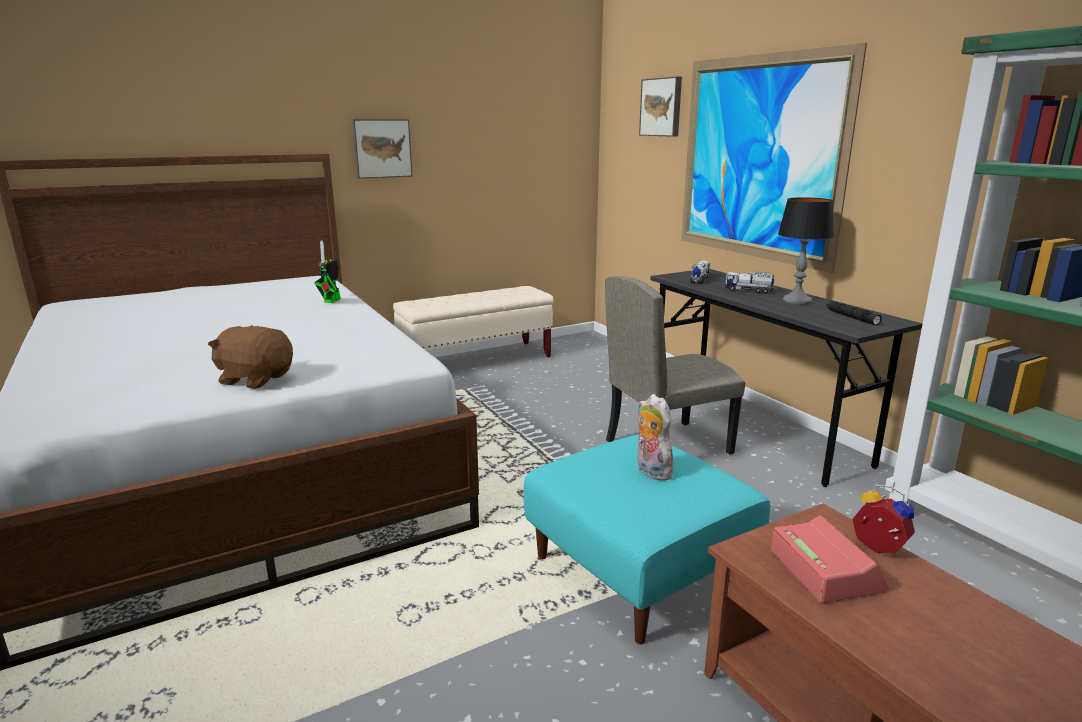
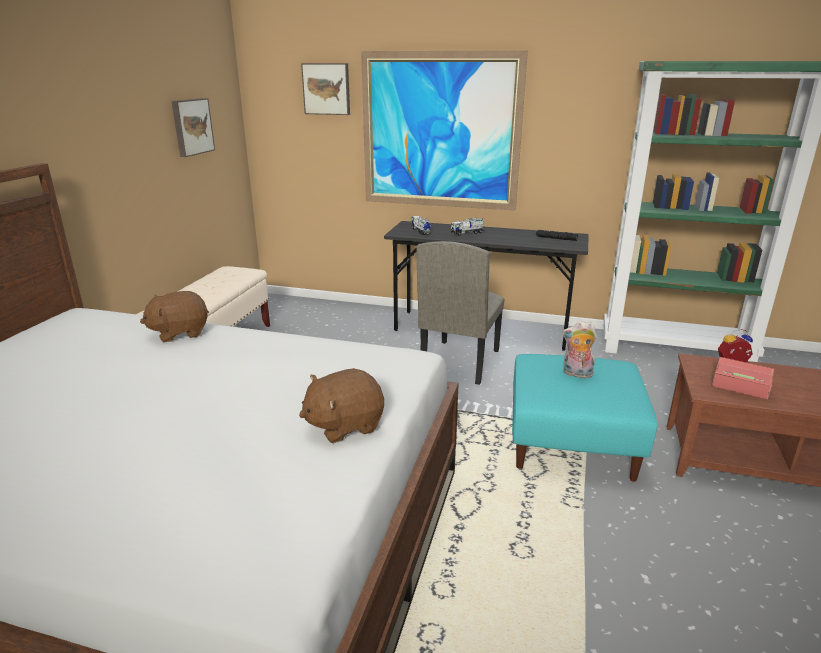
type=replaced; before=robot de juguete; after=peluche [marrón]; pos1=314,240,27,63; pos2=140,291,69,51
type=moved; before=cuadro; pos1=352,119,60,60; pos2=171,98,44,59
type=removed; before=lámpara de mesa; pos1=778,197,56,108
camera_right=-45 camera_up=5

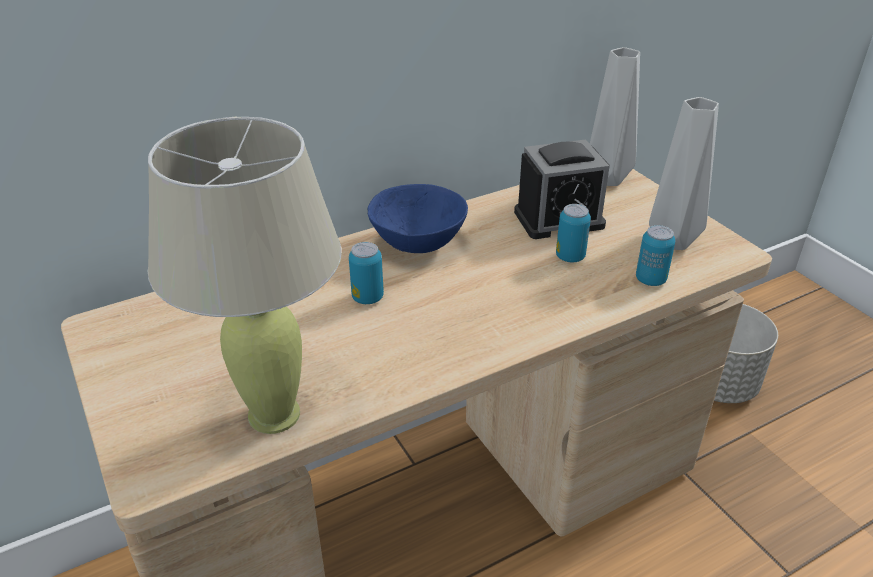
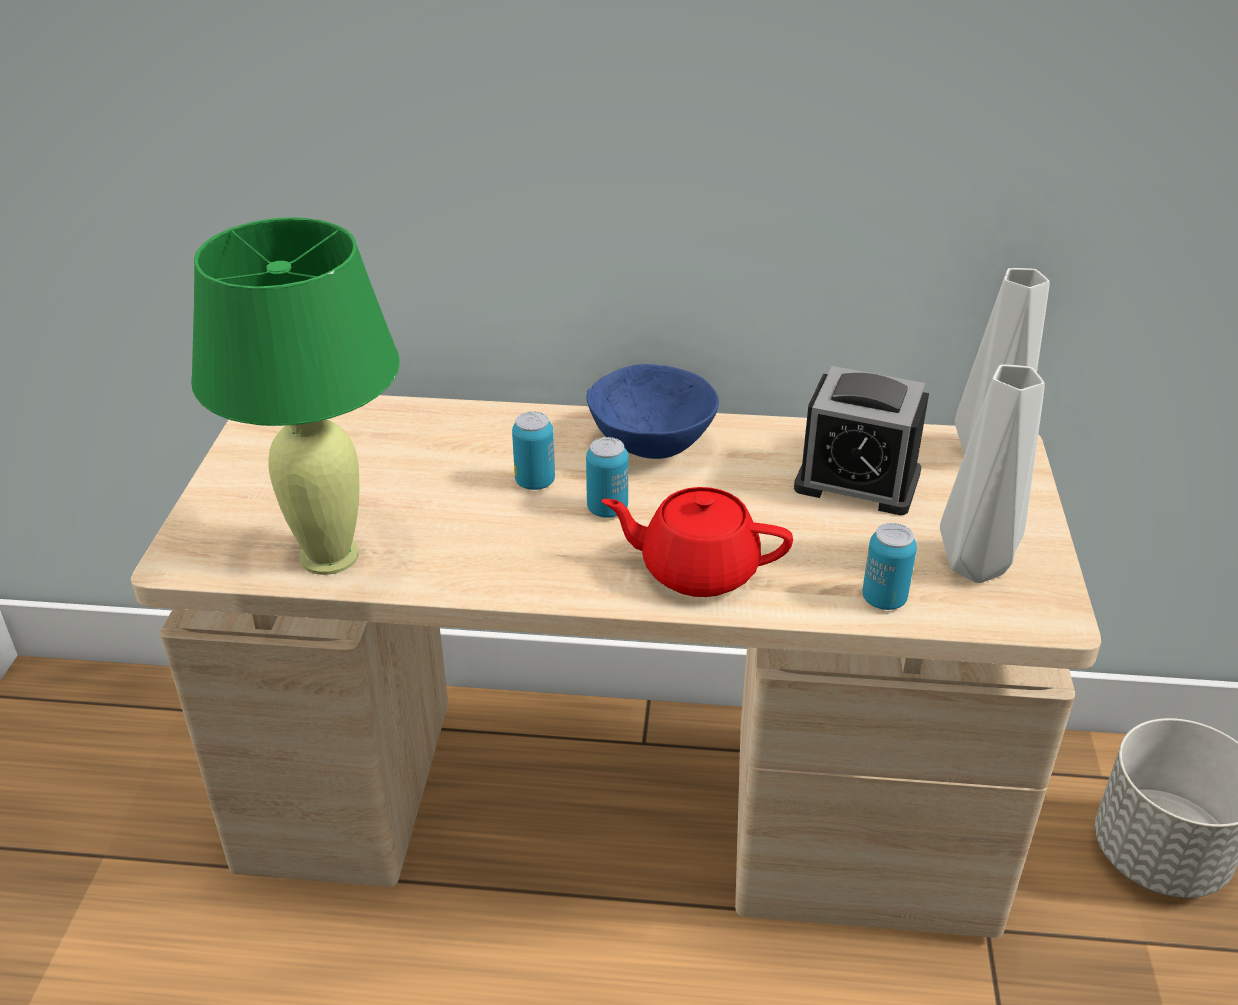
type=recoloured; before=lámpara de mesa [beis]; after=lámpara de mesa [verde]; pos1=148,117,194,317; pos2=191,217,209,358
type=moved; before=lata; pos1=556,204,35,58; pos2=586,437,42,81
type=added; after=tetera [rojo]; pos2=601,487,192,110
camera_right=35 camera_up=0

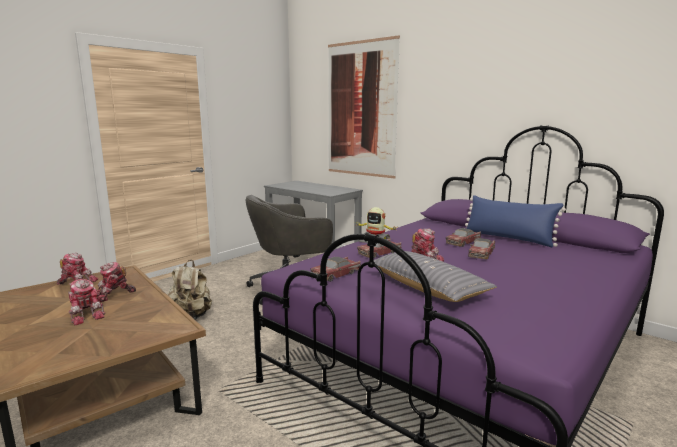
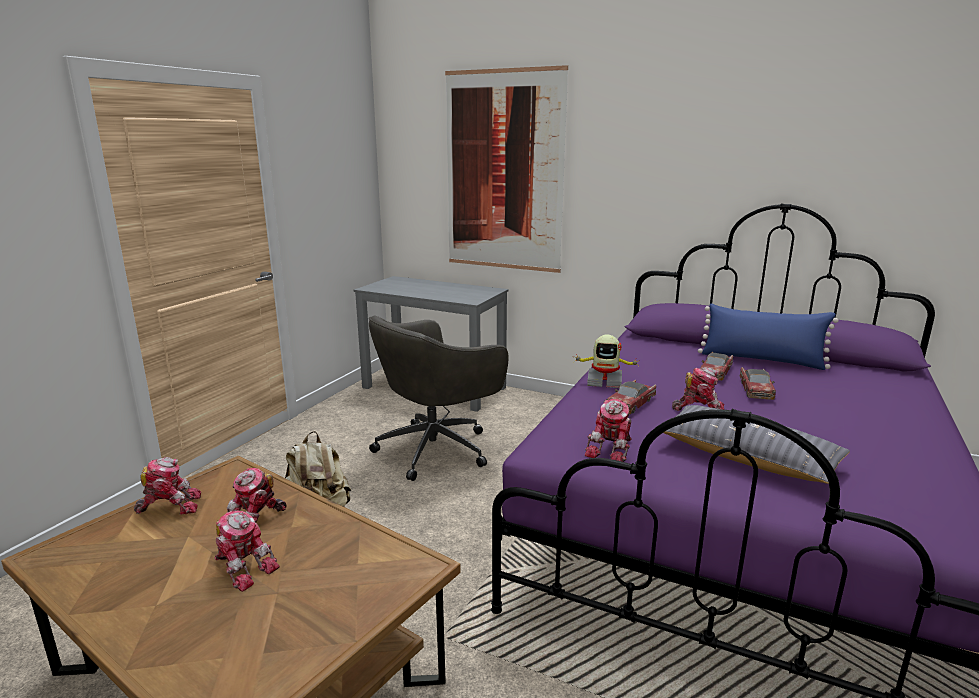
type=replaced; before=coche de juguete; after=robot de juguete; pos1=310,257,51,25; pos2=585,399,47,63
camera_right=-15 camera_up=5

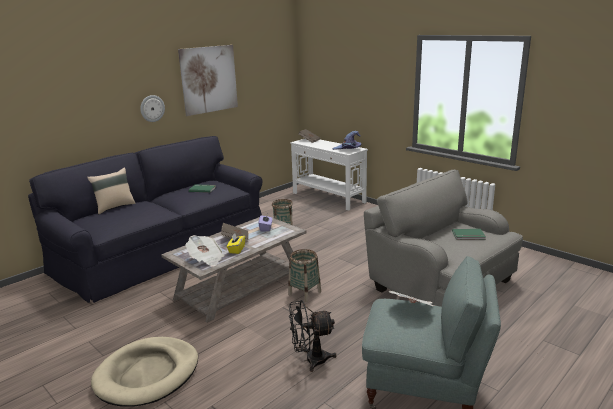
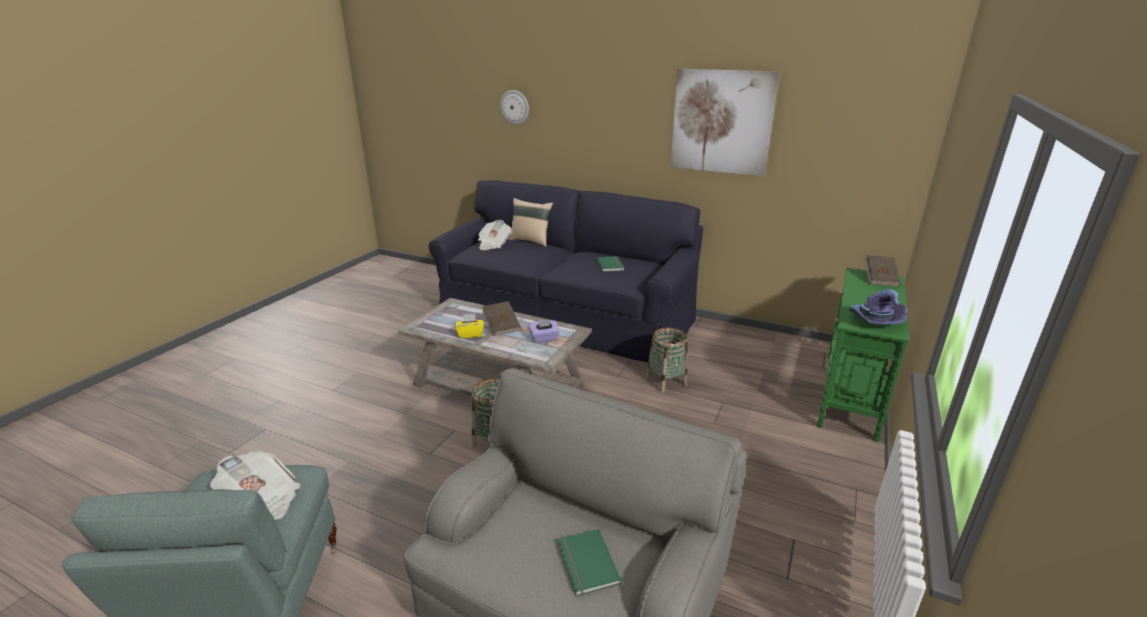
type=moved; before=periódico; pos1=185,235,40,31; pos2=478,220,34,30
type=moved; before=reloj de pared; pos1=140,95,25,27; pos2=500,90,29,35
type=recoloured; before=mesa consola [blanco]; after=mesa consola [verde]; pos1=290,139,78,72; pos2=817,268,92,174
type=removed; before=cama para perro [beis]; pos1=91,337,107,70
type=removed; before=ventilador [negro]; pos1=289,300,47,72
camera_right=70 camera_up=5

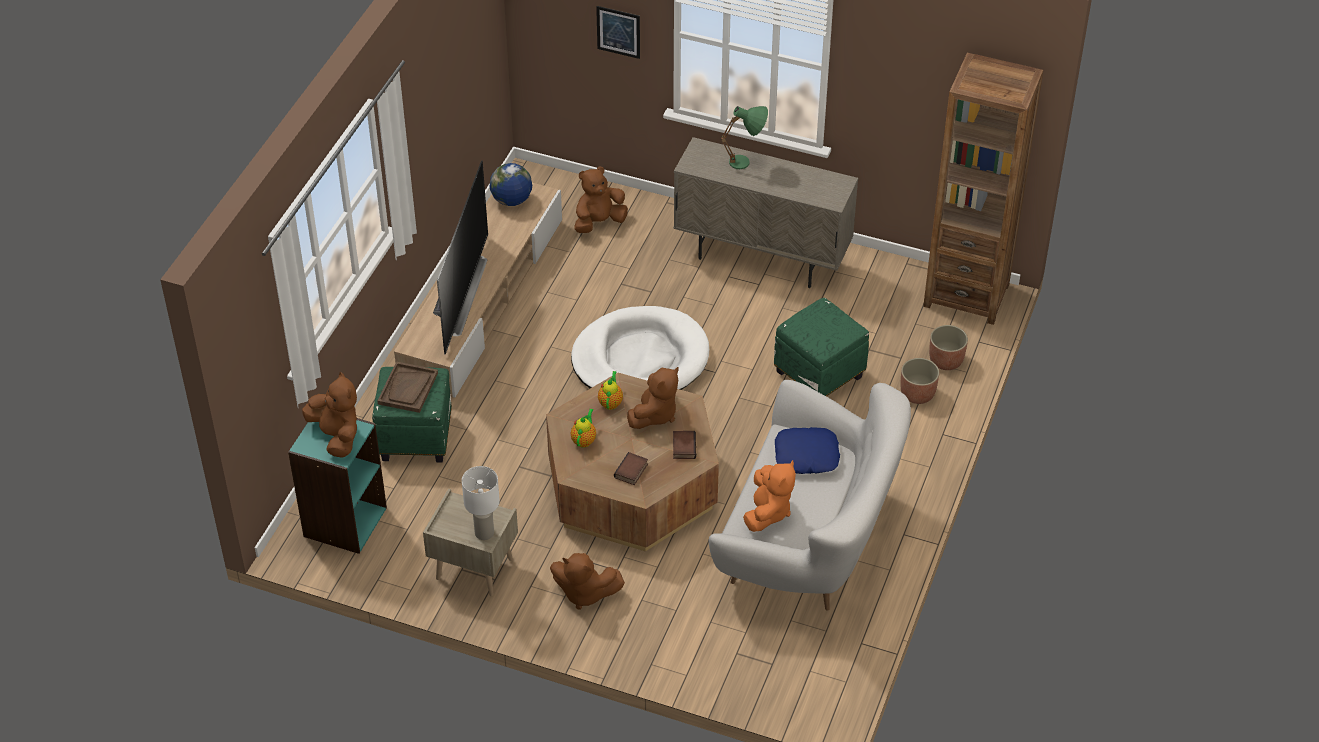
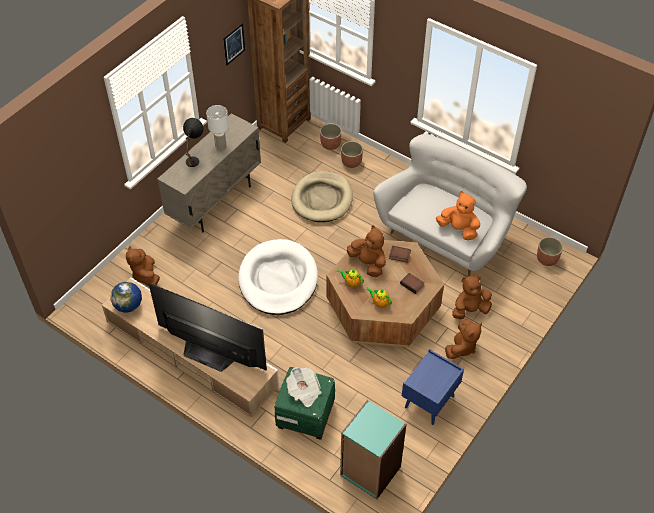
type=recoloured; before=lámpara de mesa [verde]; after=lámpara de mesa [negro]; pos1=721,106,47,63; pos2=183,118,21,49
type=moved; before=lámpara de mesa [blanco]; pos1=462,466,38,74; pos2=206,105,23,46
type=moved; before=cuadro; pos1=596,6,44,53; pos2=223,23,22,43
type=replaced; before=bandeja [marrón]; after=periódico; pos1=377,361,61,52; pos2=286,367,36,40
type=replaced; before=puf [verde]; after=cama para perro [beis]; pos1=774,298,95,98; pos2=291,171,62,51
type=recoloured; before=mesita de noche [beis]; after=mesita de noche [azul]; pos1=423,488,95,108; pos2=402,349,62,76
type=moved; before=peluche [marrón]; pos1=302,372,55,86; pos2=452,276,40,43
type=added; after=maceta; pos2=537,237,26,29
type=removed; before=cojín [azul]; pos1=775,427,65,47
camera_right=-75 camera_up=5

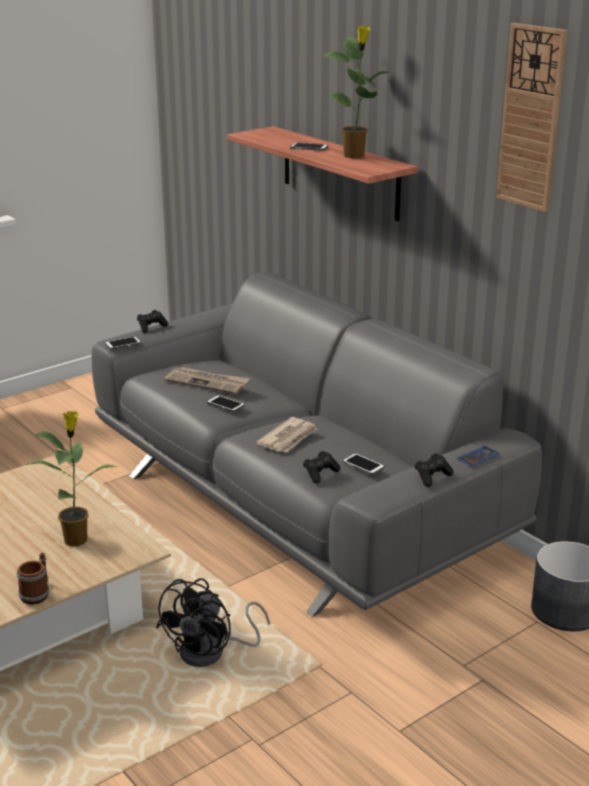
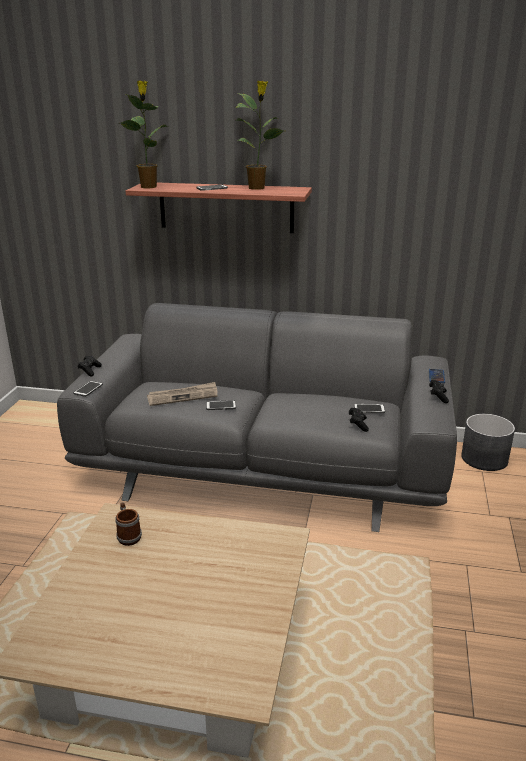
type=moved; before=taza grande; pos1=17,553,32,52; pos2=115,502,27,44
type=moved; before=planta en maceta; pos1=25,411,94,135; pos2=118,81,50,107
type=removed; before=ventilador [negro]; pos1=156,578,114,89
type=removed; before=periódico; pos1=256,417,61,35
type=removed; before=reloj de pared; pos1=496,23,72,189
camera_right=-40 camera_up=0

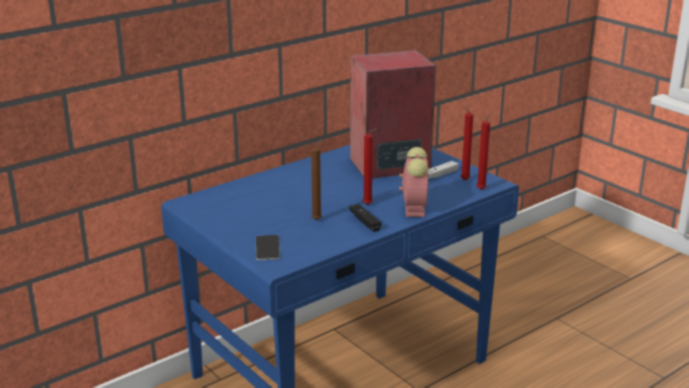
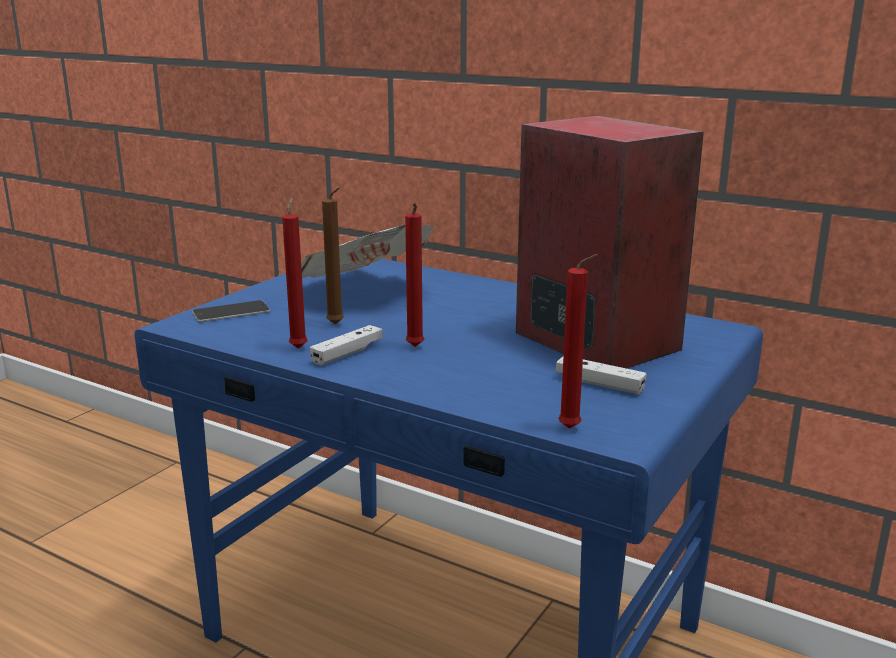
type=moved; before=vela [rojo]; pos1=461,105,13,75; pos2=282,197,25,152
type=added; after=periódico; pos2=301,225,133,53
type=recoloured; before=mando de consola [negro]; after=mando de consola [blanco]; pos1=349,204,32,28; pos2=310,325,73,40
type=removed; before=despertador; pos1=399,147,30,70
camera_right=70 camera_up=-5

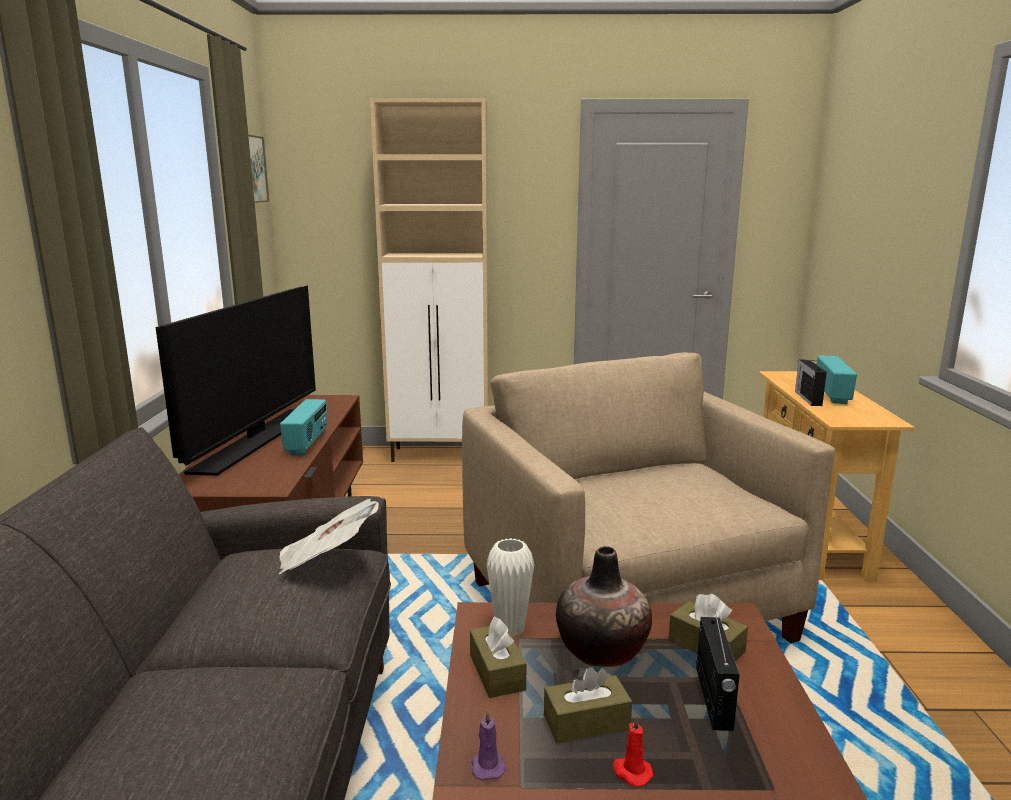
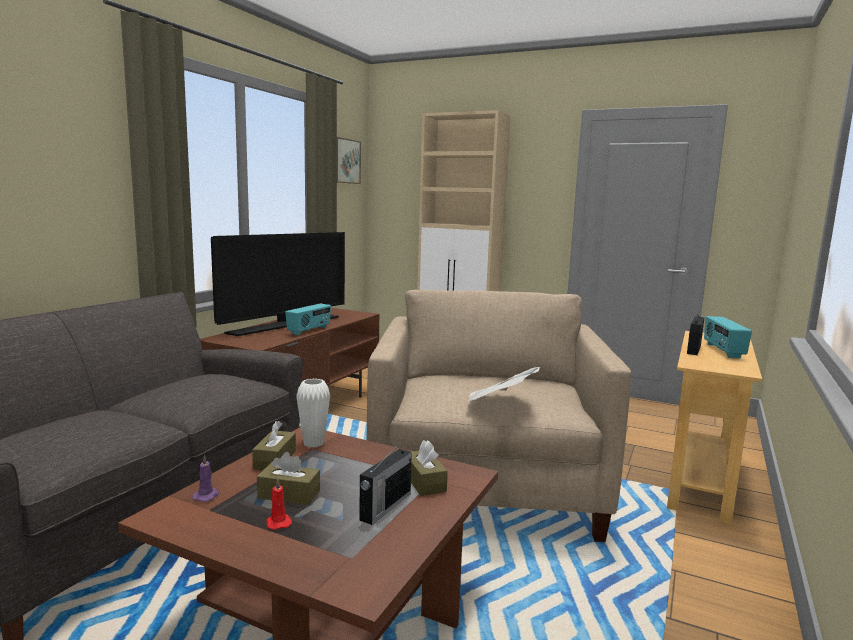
type=moved; before=periódico; pos1=279,499,100,75; pos2=466,367,74,36
type=turned; before=radio; pos1=817,355,40,49; pos2=704,316,48,42; turn=150
type=removed; before=florero; pos1=556,546,96,121
camera_right=25 camera_up=-5

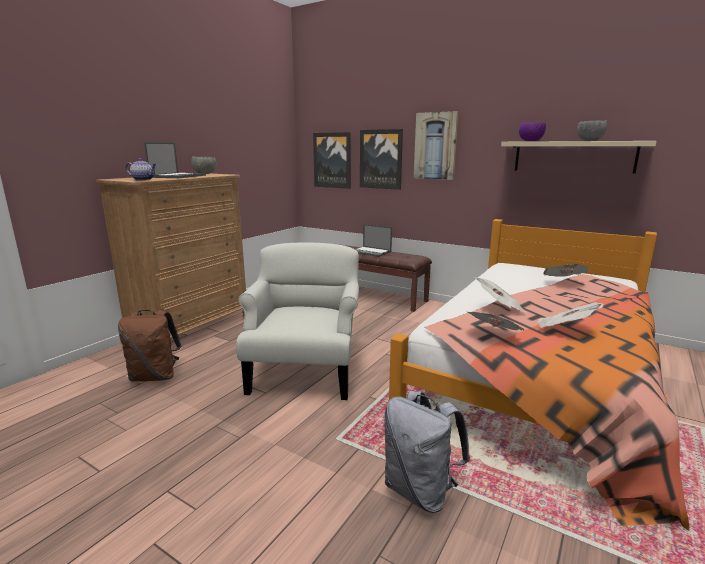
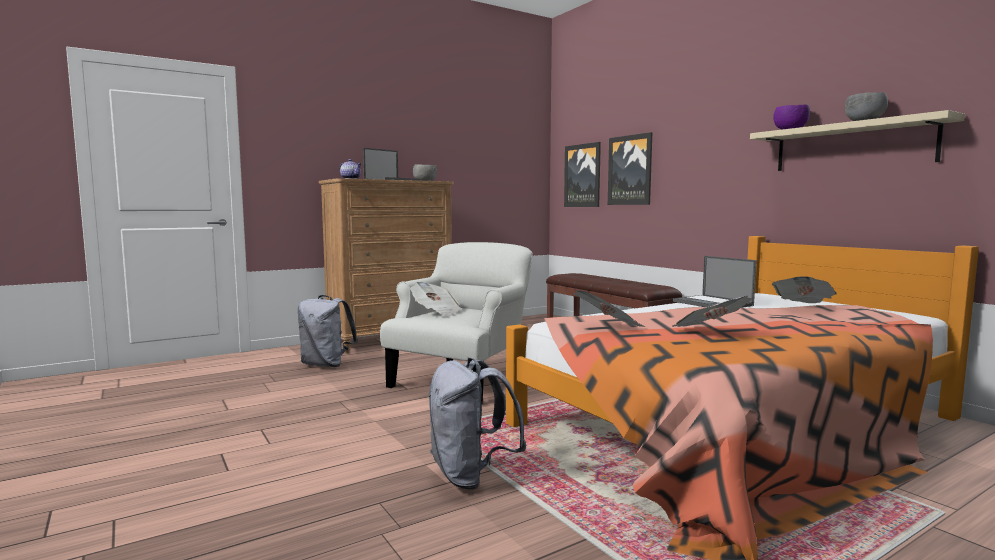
type=recoloured; before=mochila [marrón]; after=mochila [gris]; pos1=118,310,64,71; pos2=297,295,61,72
type=moved; before=periódico; pos1=475,277,52,36; pos2=410,281,52,36
type=moved; before=portátil; pos1=355,224,37,33; pos2=672,256,85,52
type=removed; before=cuadro; pos1=414,111,45,69
camera_right=25 camera_up=-10

